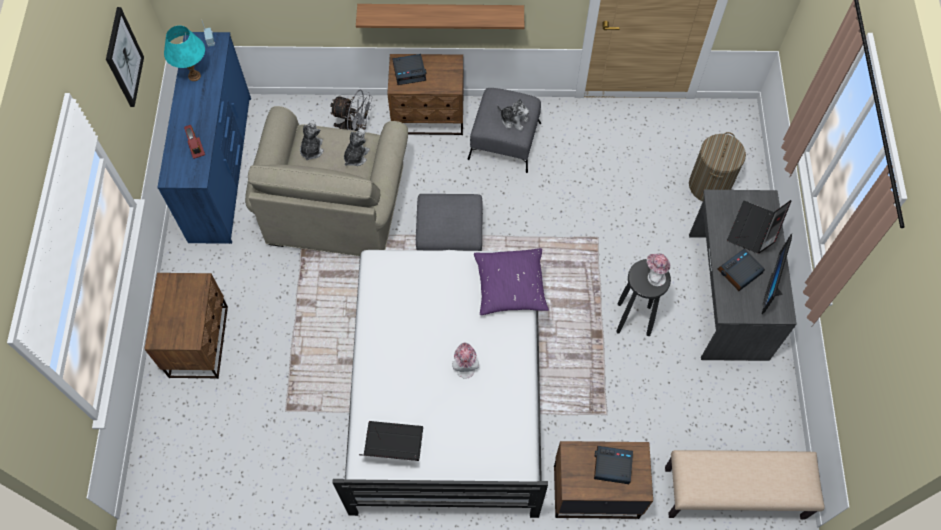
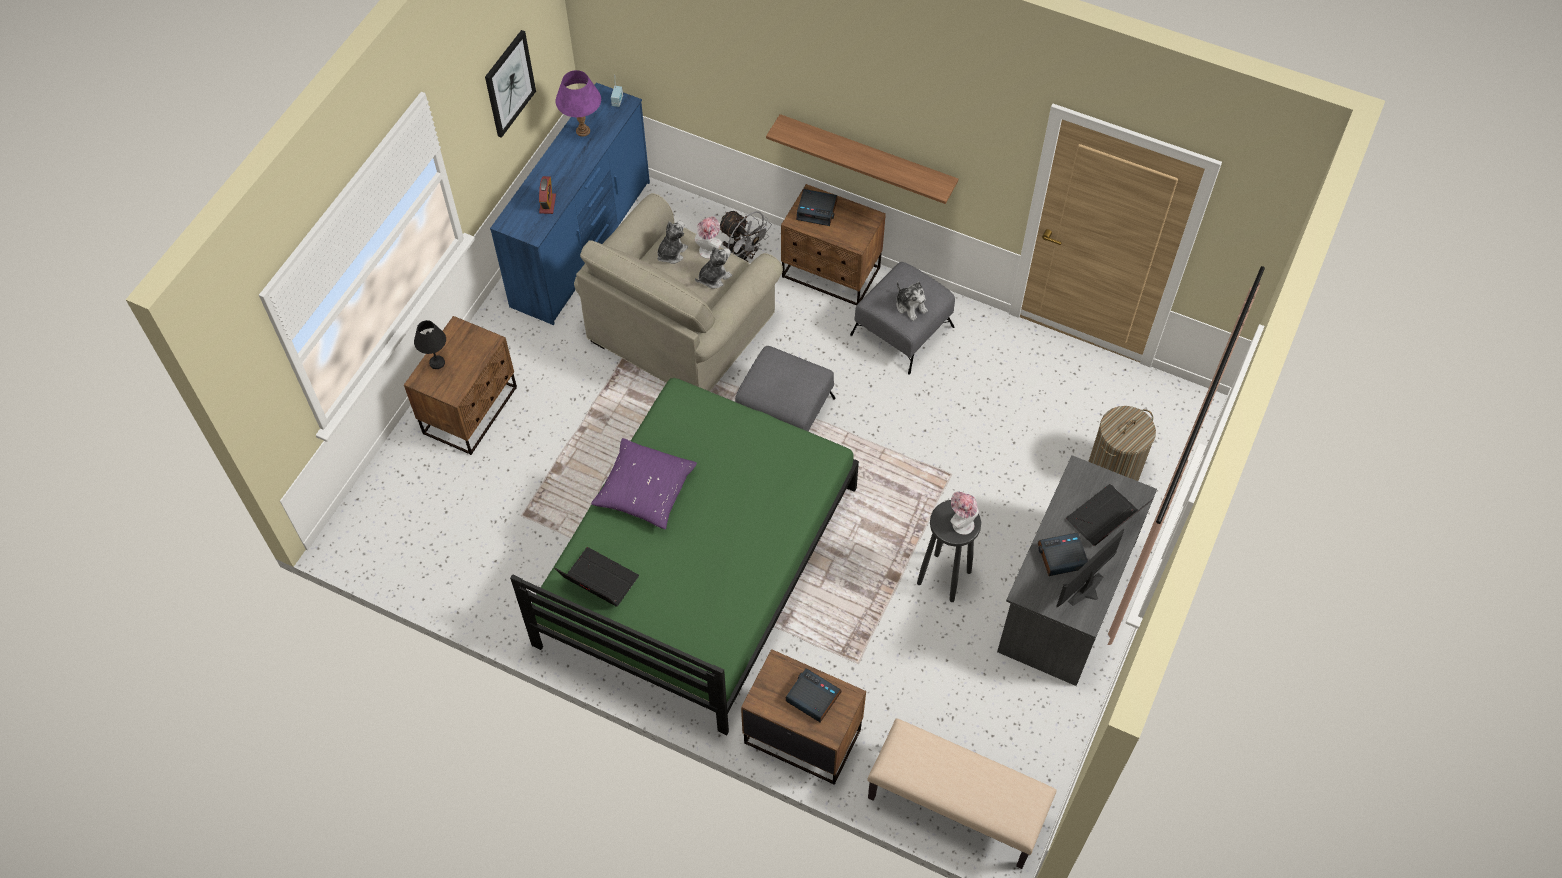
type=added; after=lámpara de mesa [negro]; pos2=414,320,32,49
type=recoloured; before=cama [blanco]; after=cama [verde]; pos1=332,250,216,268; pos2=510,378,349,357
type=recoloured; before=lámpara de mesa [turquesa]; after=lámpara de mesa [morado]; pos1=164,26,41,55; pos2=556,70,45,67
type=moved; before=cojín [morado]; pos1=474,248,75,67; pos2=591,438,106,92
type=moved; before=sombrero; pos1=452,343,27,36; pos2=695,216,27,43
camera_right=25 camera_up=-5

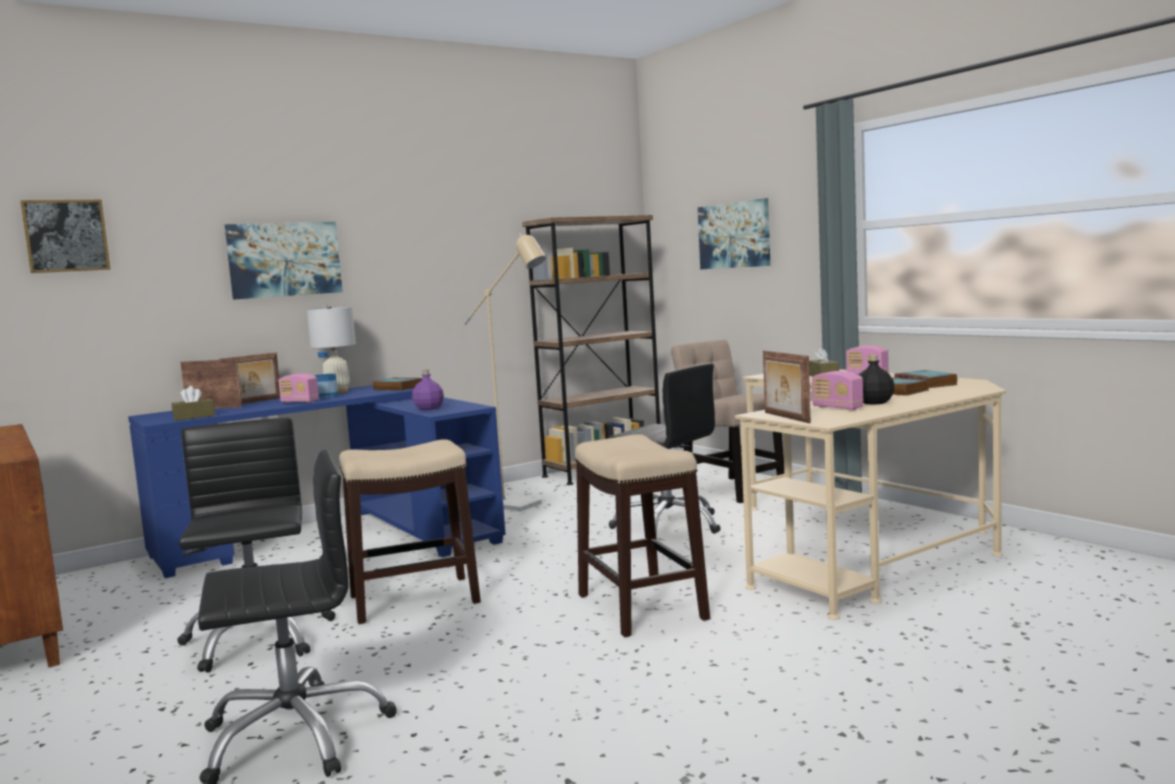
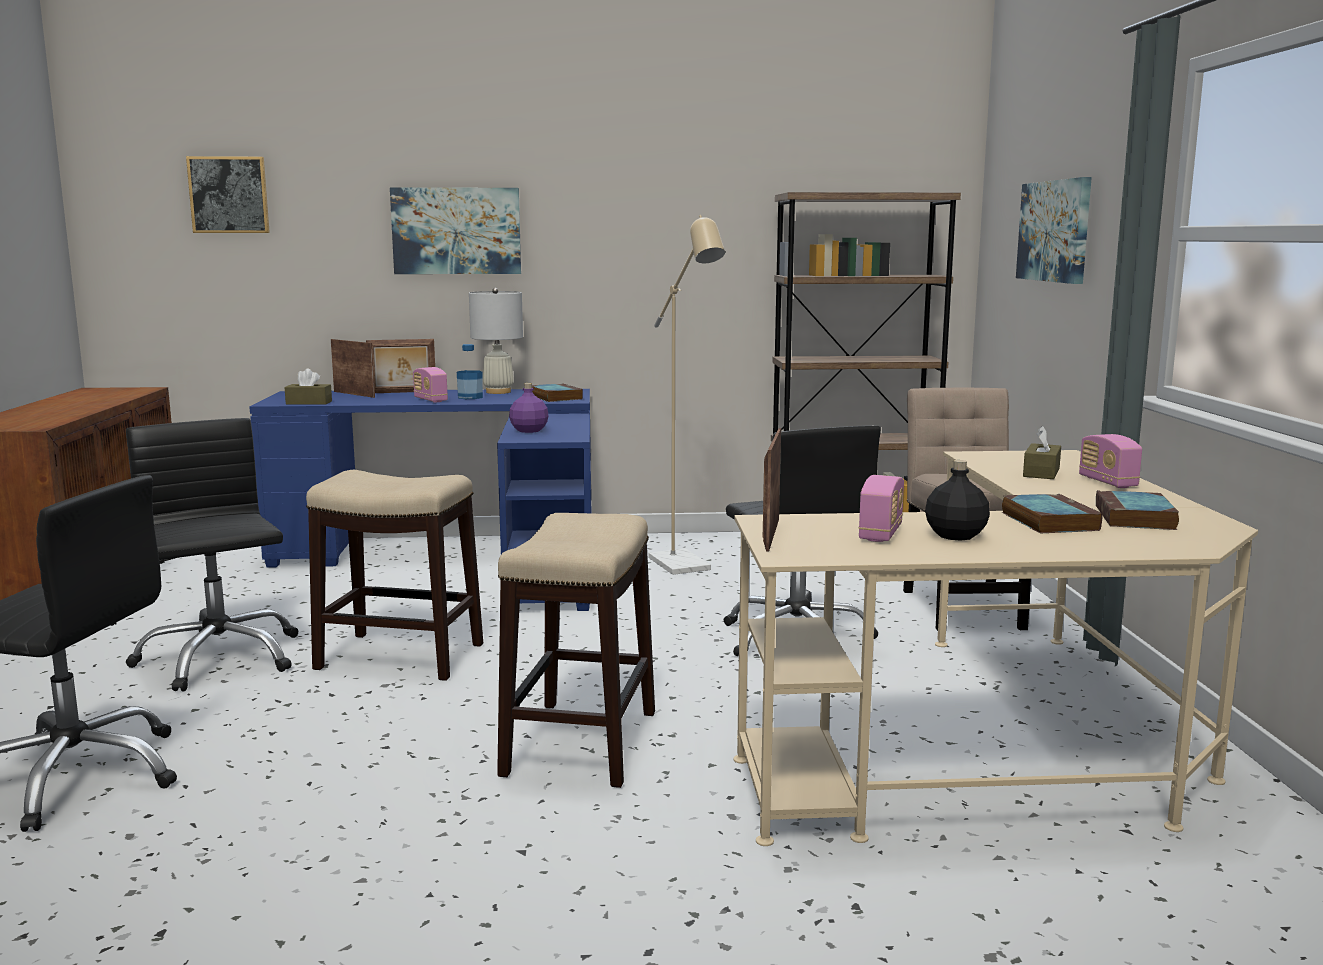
type=turned; before=silla de oficina [negro]; pos1=177,417,159,255; pos2=126,418,172,273; turn=-45
type=turned; before=radio; pos1=812,371,52,39; pos2=858,475,46,67; turn=-150
camera_right=30 camera_up=5

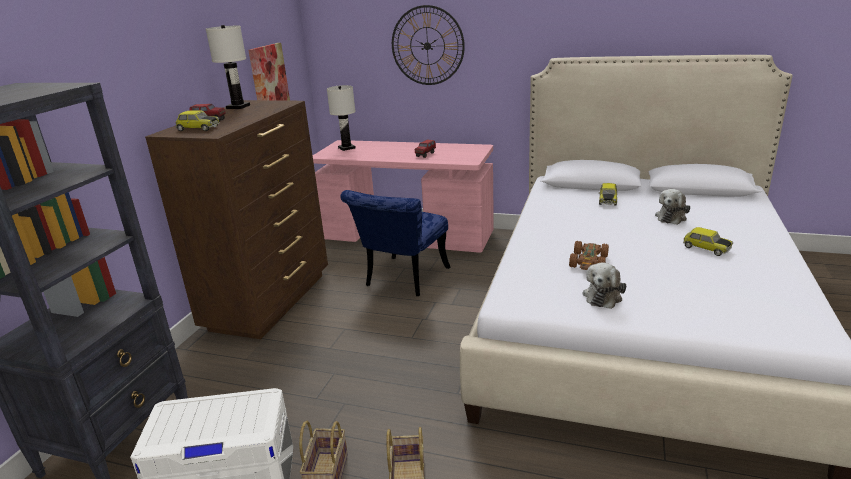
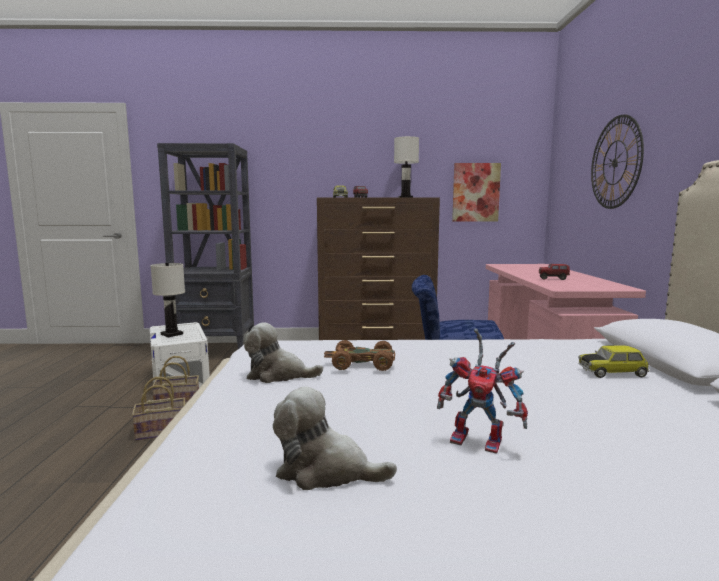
type=moved; before=lámpara de mesa [blanco]; pos1=327,85,29,66; pos2=150,263,35,74
type=moved; before=peluche; pos1=655,189,35,36; pos2=273,387,124,103
type=replaced; before=coche de juguete; after=robot de juguete; pos1=683,227,50,29; pos2=437,328,91,126
camera_right=70 camera_up=-15

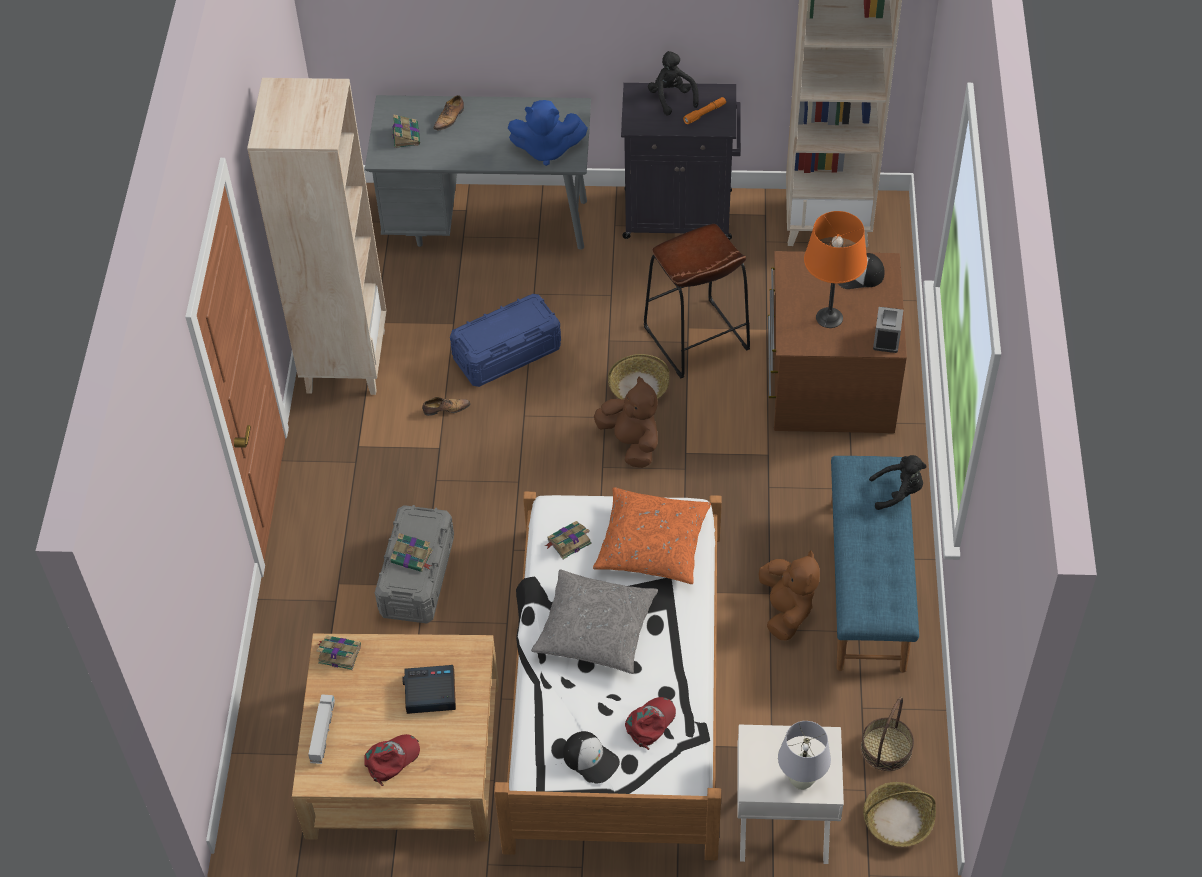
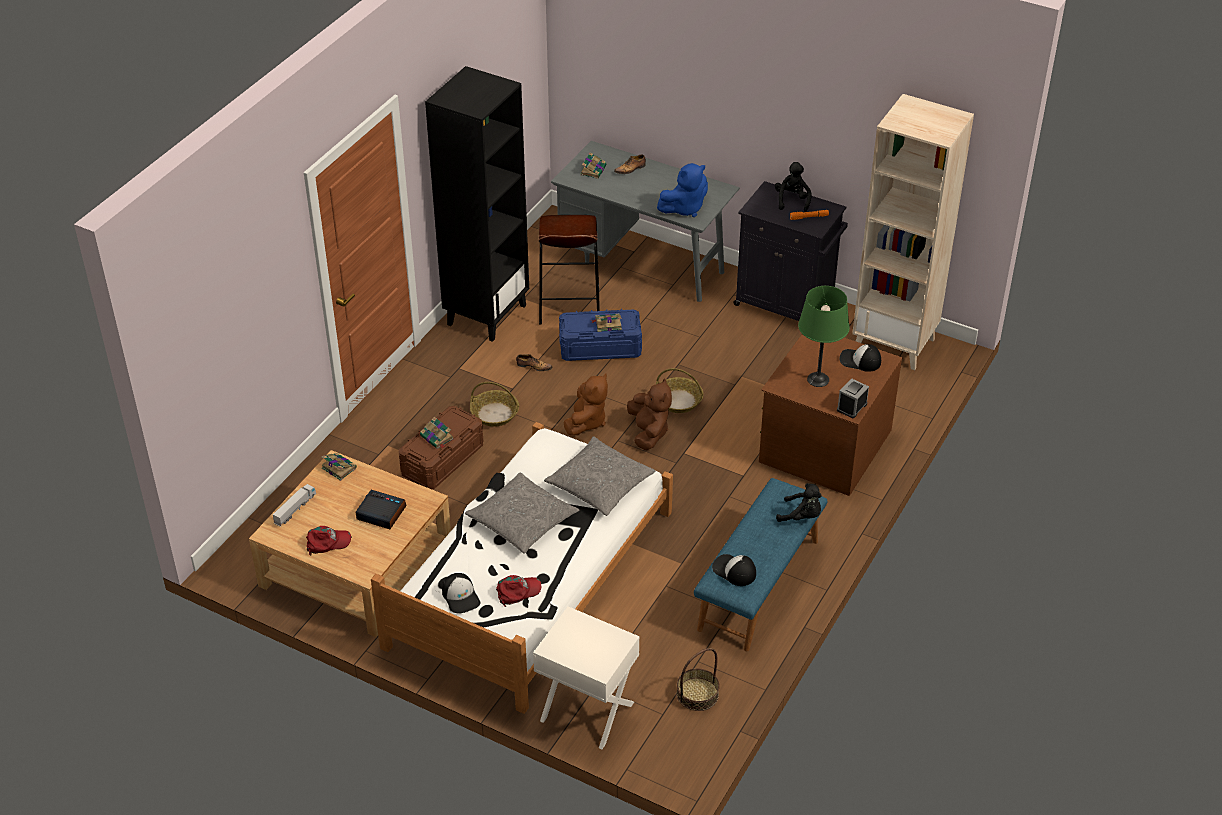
type=recoloured; before=caja de almacenaje [gris]; after=caja de almacenaje [marrón]; pos1=375,505,79,119; pos2=399,406,84,84
type=recoloured; before=estantería [beis]; after=estantería [negro]; pos1=247,78,139,317; pos2=425,66,104,276
type=moved; before=cesta; pos1=863,782,73,65; pos2=470,382,49,45
type=moved; before=taburete [marrón]; pos1=644,224,106,154; pos2=539,215,61,109
type=recoloured; before=cojín [naranja]; after=cojín [gris]; pos1=593,487,118,97; pos2=544,436,111,80
type=moved; before=peluche [marrón]; pos1=758,550,62,90; pos2=564,373,44,63
type=moved; before=libro; pos1=545,521,47,38; pos2=591,314,31,18
type=turned; before=peluche [azul]; pos1=508,100,80,66; pos2=657,163,51,54; turn=-60
type=added; after=gorra; pos2=712,554,44,32
type=recoloured; before=lámpara de mesa [naranja]; after=lámpara de mesa [verde]; pos1=804,211,63,117; pos2=798,286,52,101
type=removed; before=lámpara de mesa [blanco]; pos1=778,721,53,69
camera_right=25 camera_up=-10

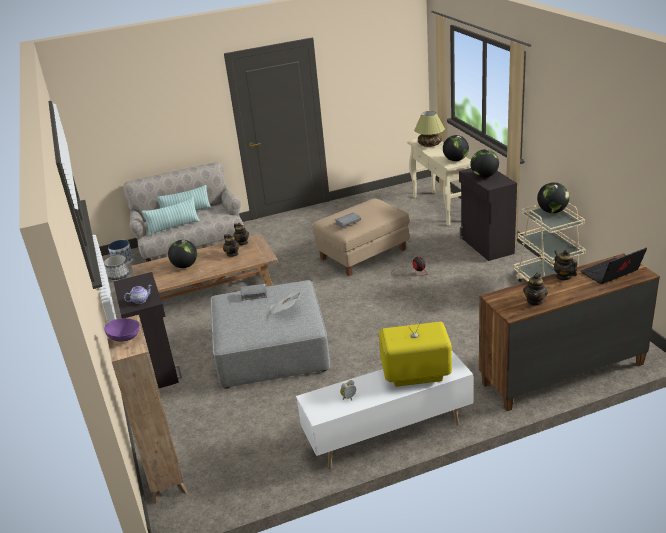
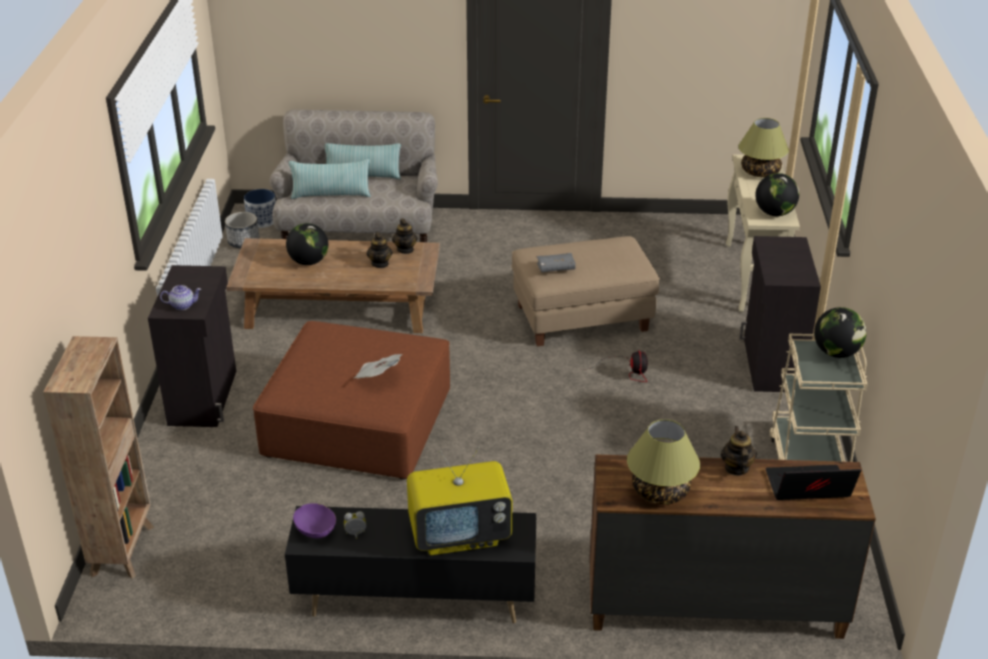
type=recoloured; before=puf [gris]; after=puf [marrón]; pos1=211,280,119,109; pos2=253,321,197,159
type=recoloured; before=mueble de televisión [blanco]; after=mueble de televisión [negro]; pos1=296,351,177,118; pos2=285,506,251,117
type=moved; before=cuenco [morado]; pos1=104,318,36,23; pos2=293,503,43,35
type=turned; before=televisor; pos1=379,309,73,78; pos2=407,447,105,108; turn=150
type=replaced; before=tetera; after=lámpara de mesa; pos1=523,272,25,34; pos2=627,419,73,86
type=removed; before=libro [gris]; pos1=240,284,27,17
type=removed; before=globo terráqueo; pos1=470,149,29,29
camera_right=20 camera_up=5

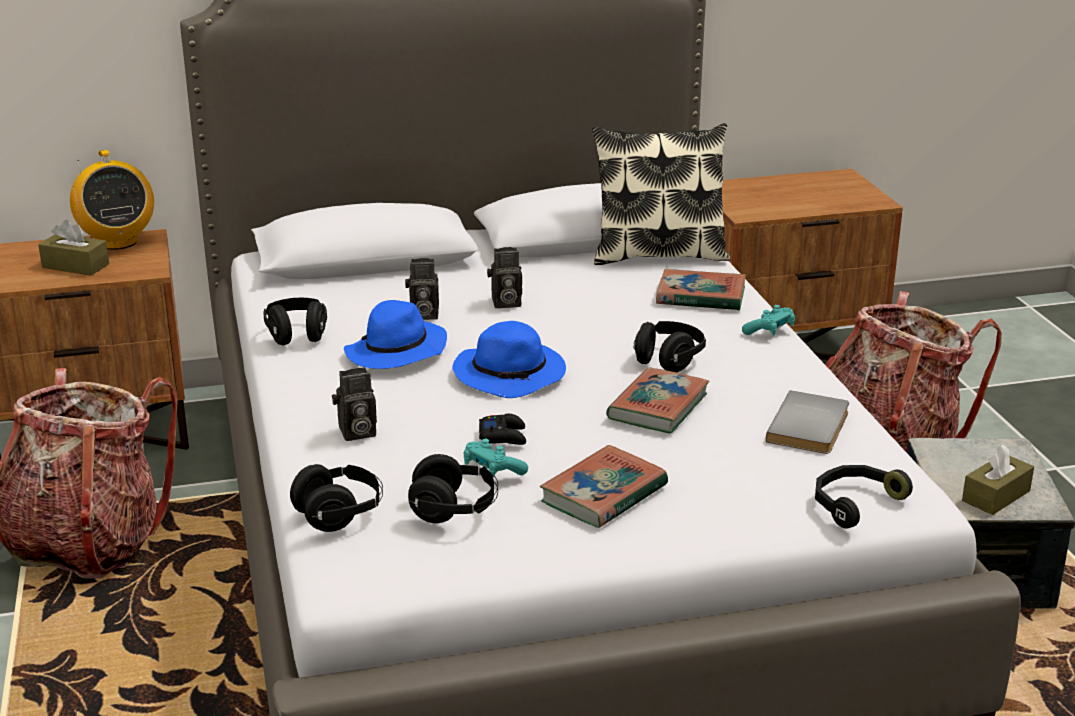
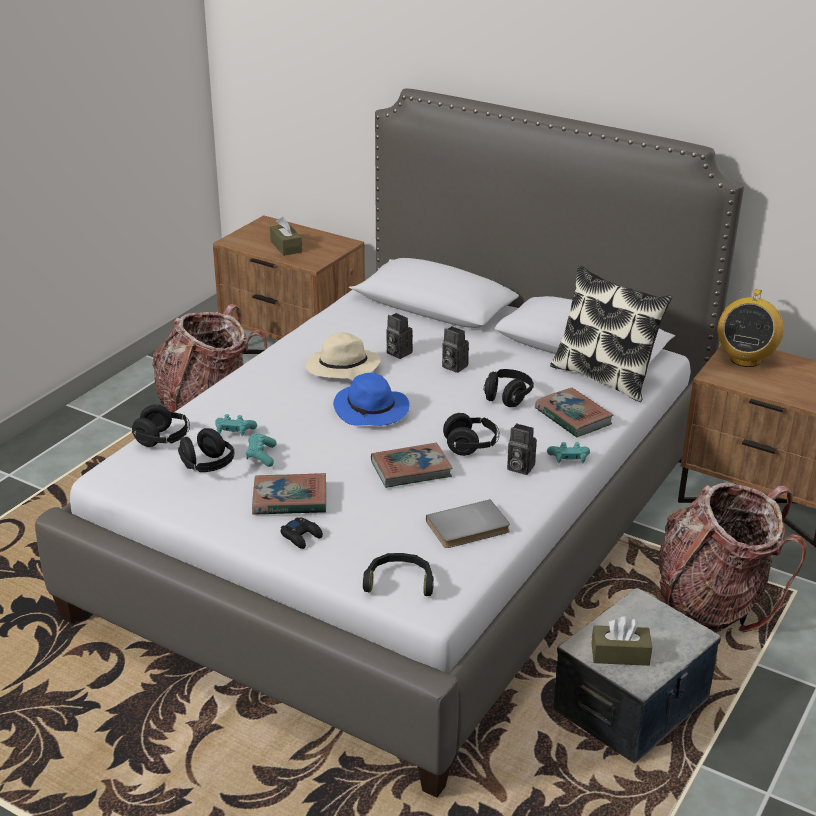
type=added; after=mando de consola [turquesa]; pos2=215,414,42,22
type=moved; before=mando de consola [negro]; pos1=479,414,47,31; pos2=280,517,43,32
type=recoloured; before=sombrero [azul]; after=sombrero [beis]; pos1=344,300,103,69; pos2=306,332,75,47
type=moved; before=auriculares [negro]; pos1=263,298,64,48; pos2=484,369,50,38
type=moved; before=cámara; pos1=332,367,45,74; pos2=507,423,30,52
type=moved; before=radio; pos1=70,150,84,100; pos2=717,289,67,78
camera_right=45 camera_up=5

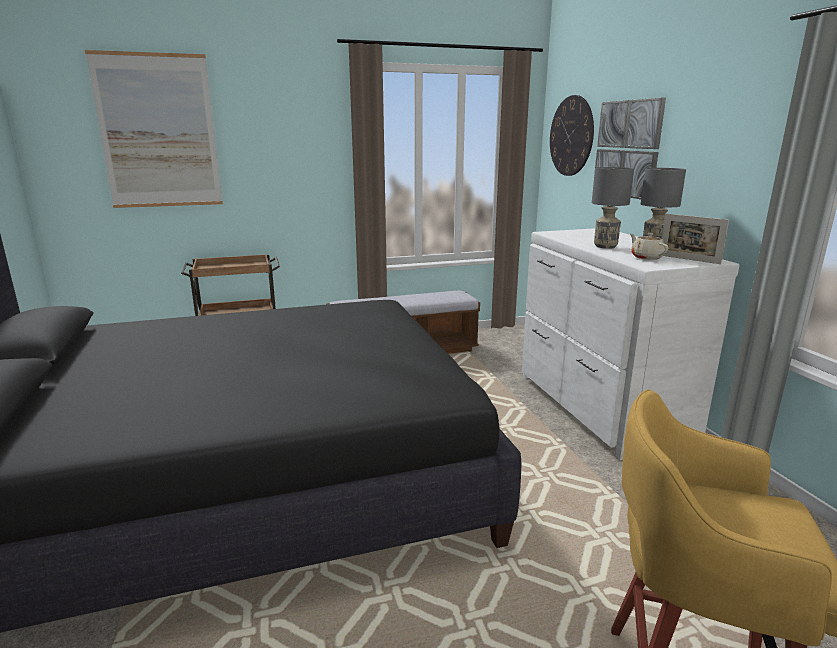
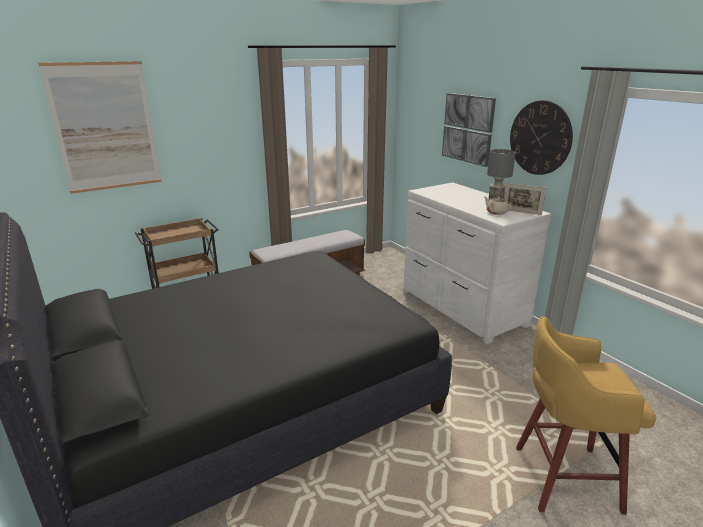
type=moved; before=reloj de pared; pos1=550,95,44,81; pos2=510,100,63,75
type=removed; before=lámpara de mesa [gris]; pos1=592,167,42,82
camera_right=-15 camera_up=5

